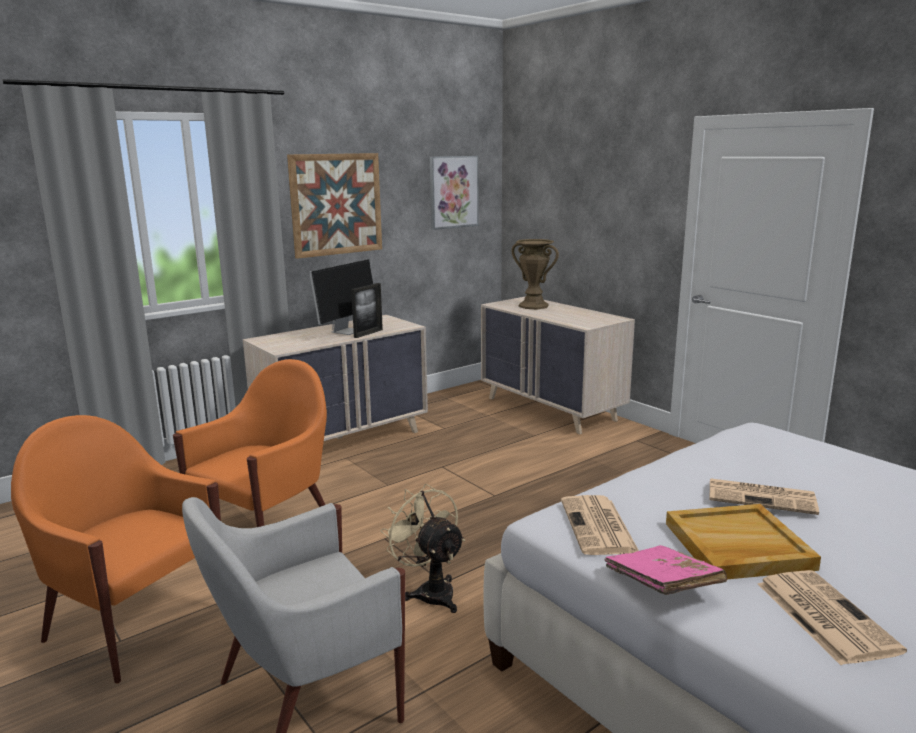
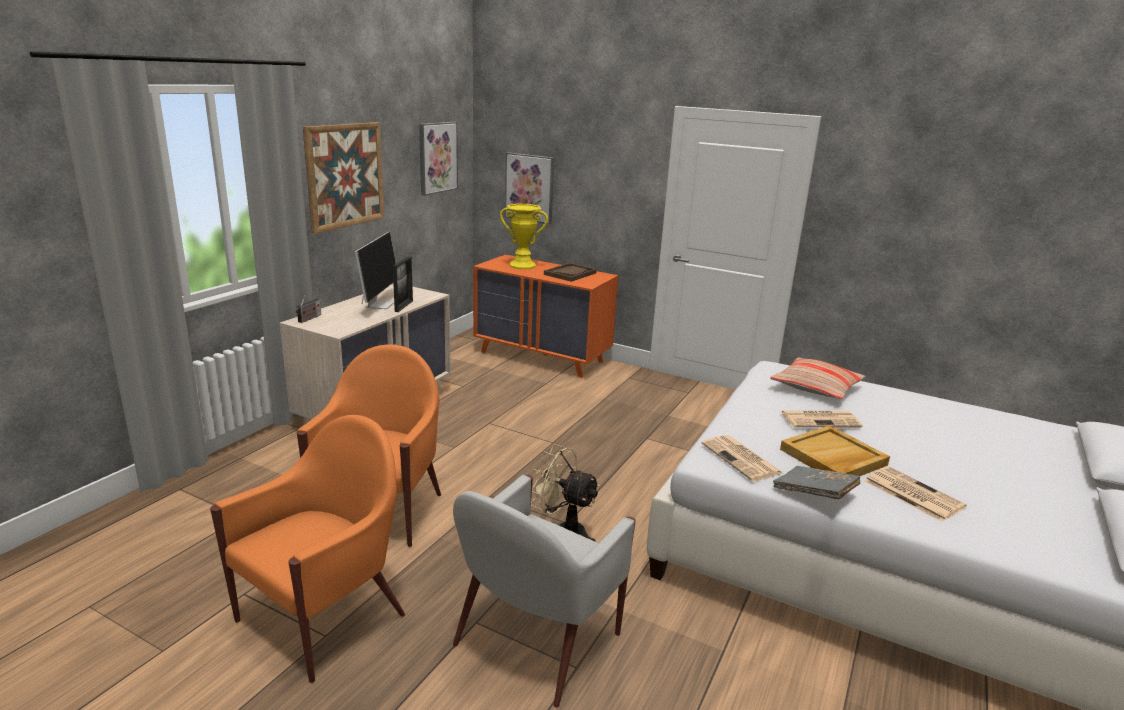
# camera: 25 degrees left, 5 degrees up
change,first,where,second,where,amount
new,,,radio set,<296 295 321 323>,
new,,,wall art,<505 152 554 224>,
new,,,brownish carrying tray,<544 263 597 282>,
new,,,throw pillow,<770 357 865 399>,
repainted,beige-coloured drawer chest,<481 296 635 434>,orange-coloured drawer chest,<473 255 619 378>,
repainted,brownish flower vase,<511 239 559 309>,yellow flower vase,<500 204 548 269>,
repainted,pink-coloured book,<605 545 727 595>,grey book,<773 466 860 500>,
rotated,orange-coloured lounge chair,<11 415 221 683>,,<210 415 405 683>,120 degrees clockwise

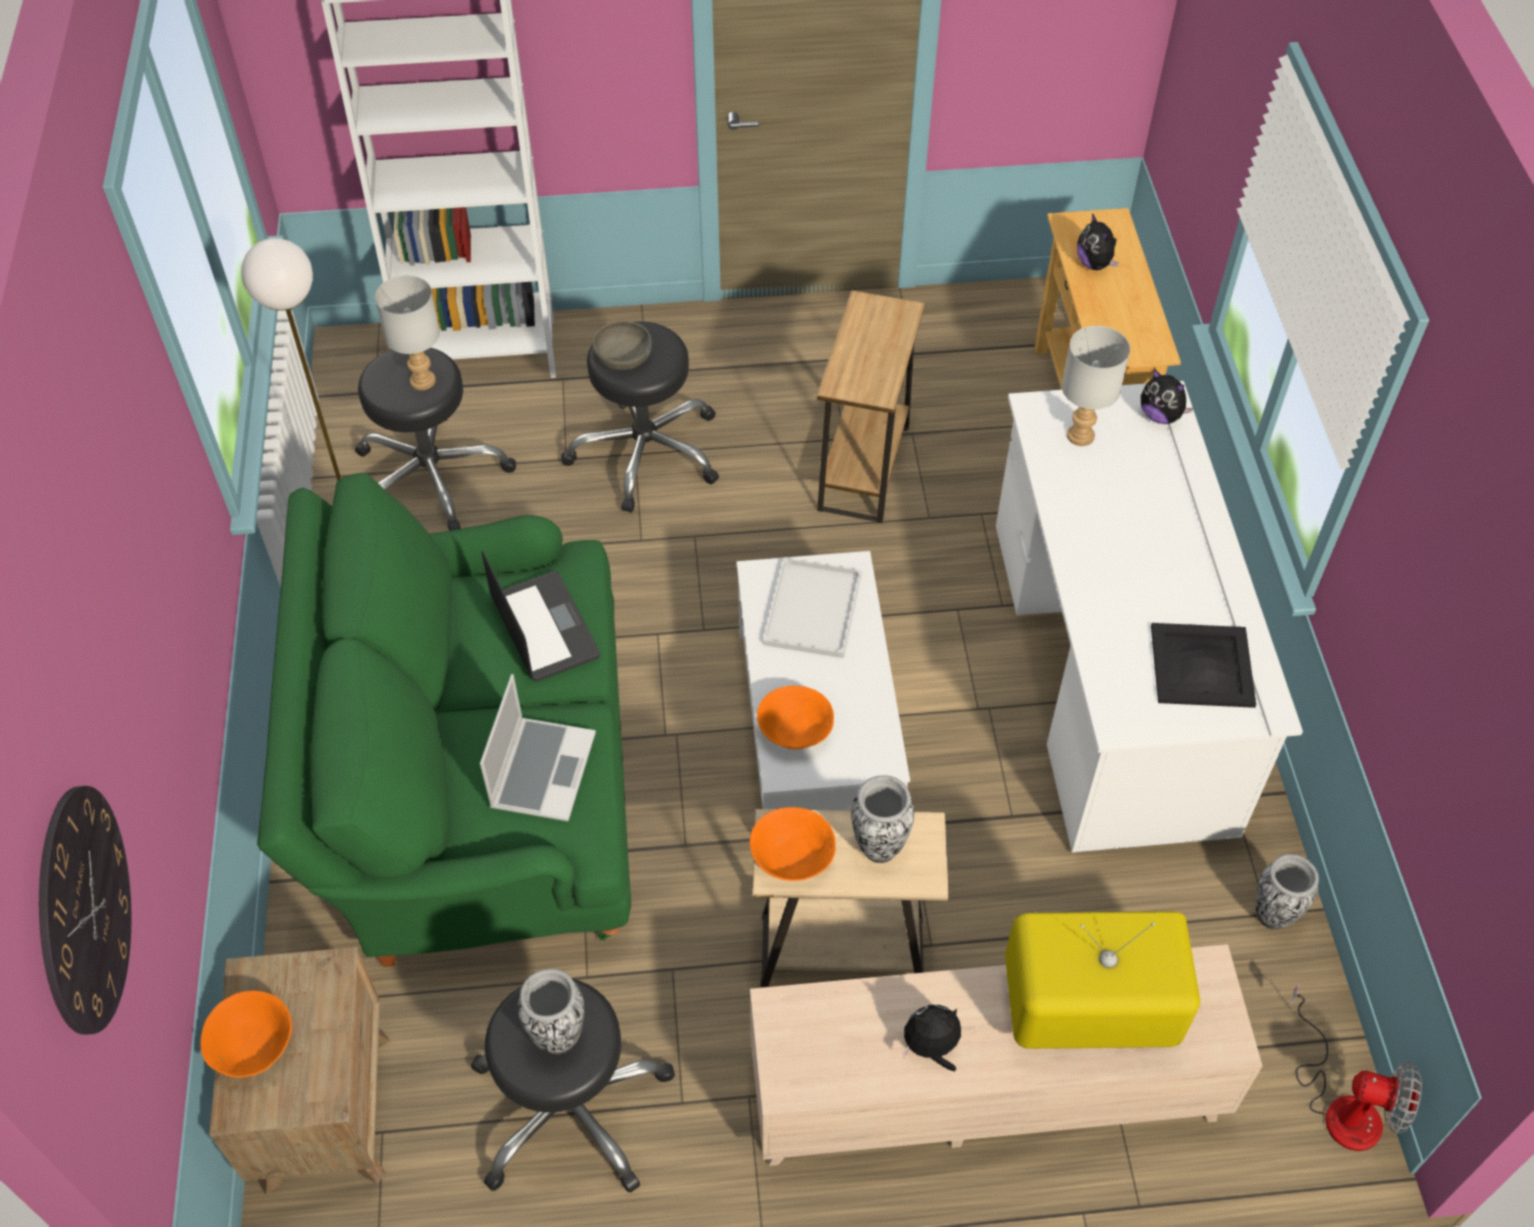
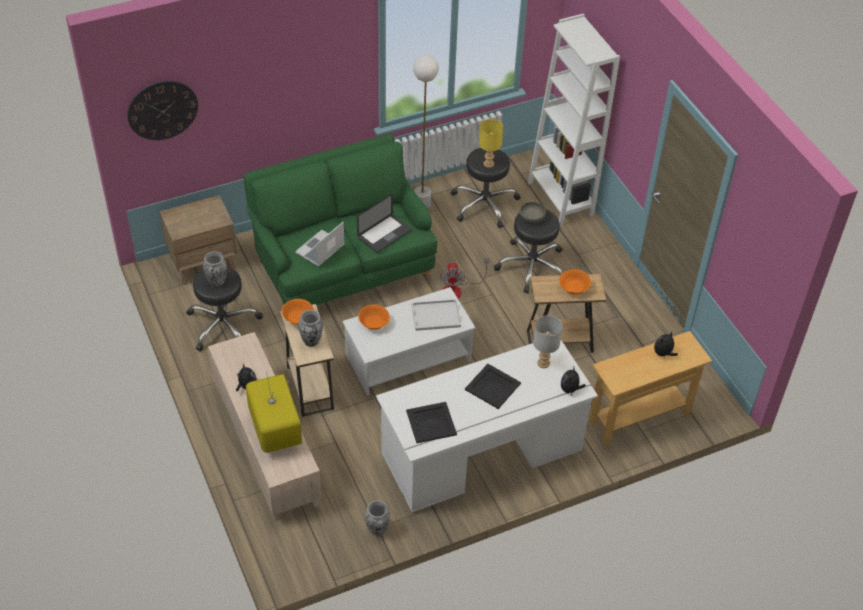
# camera: 70 degrees right, 5 degrees down
change,first,where,second,where,amount
new,,,black carrying tray,<465 364 521 409>,
shifted,orange-coloured deep dish,<200 990 292 1078>,,<559 269 591 294>,
shifted,cooling fan,<1291 983 1422 1151>,,<440 258 489 298>,
repainted,grey lamp for a table,<375 275 440 390>,yellow lamp for a table,<479 119 503 168>,
rotated,notebook computer,<480 674 596 821>,,<295 222 345 267>,135 degrees clockwise

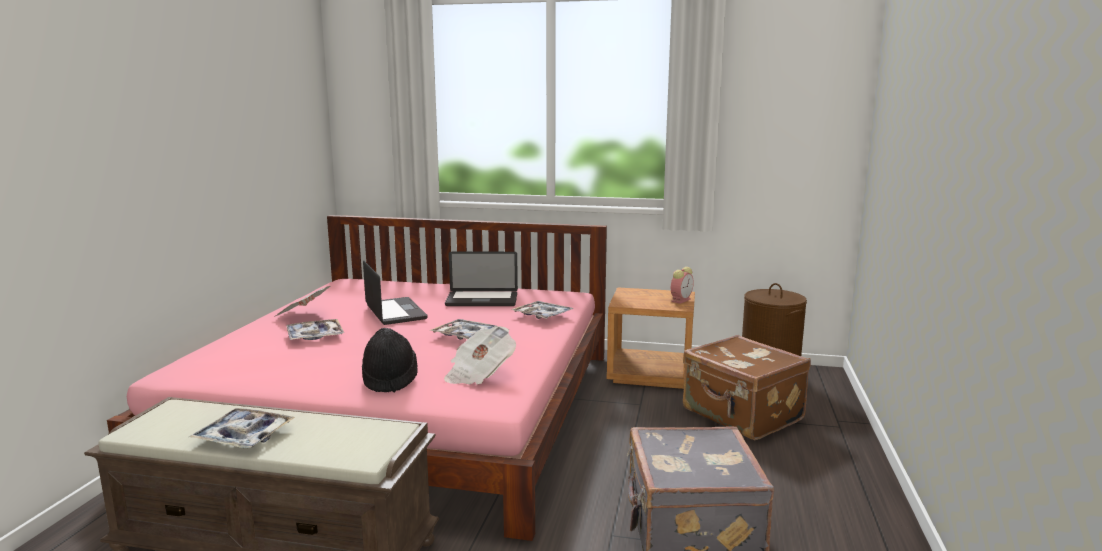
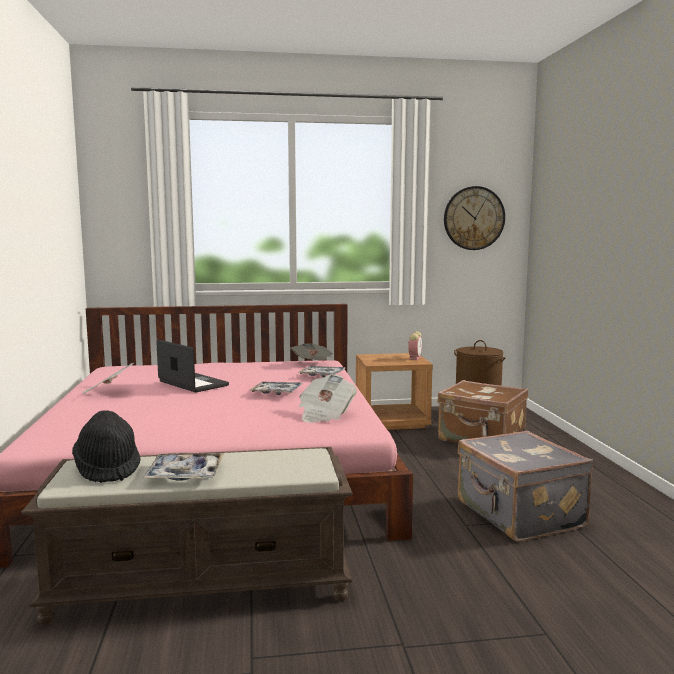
# camera: 20 degrees left, 5 degrees down
change,first,where,second,where,amount
gone,carrying tray,<286 319 344 340>,,,
gone,notebook computer,<445 252 518 306>,,,
new,,,newspaper,<290 344 333 360>,
new,,,wall clock,<444 186 505 250>,
shifted,black wearable hat,<362 328 418 393>,,<72 410 141 483>,

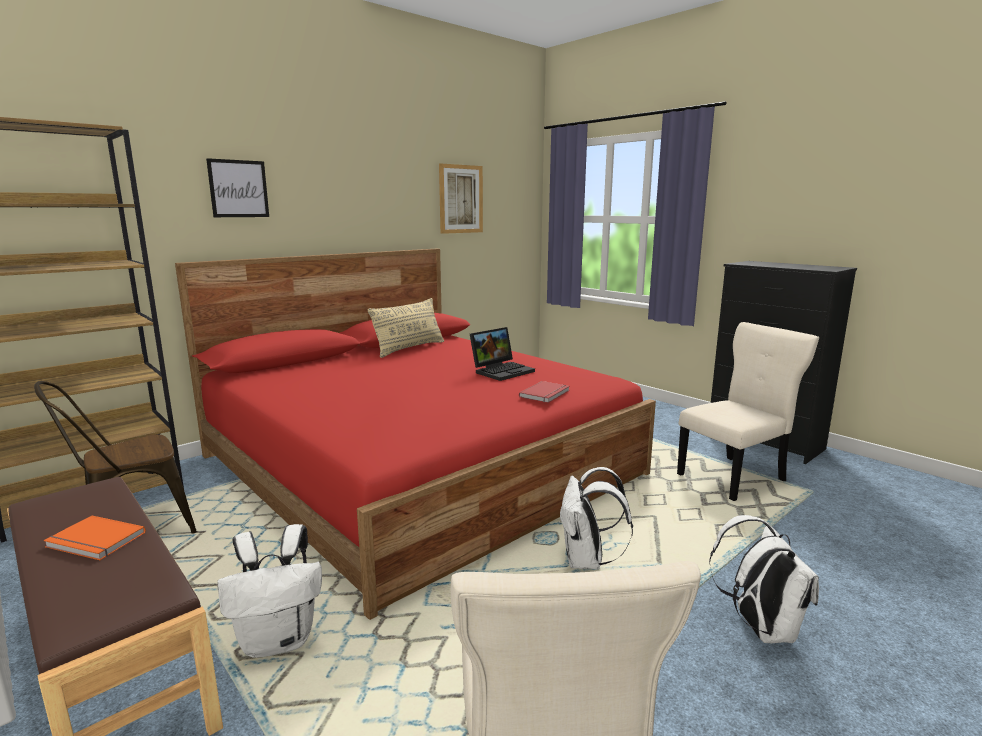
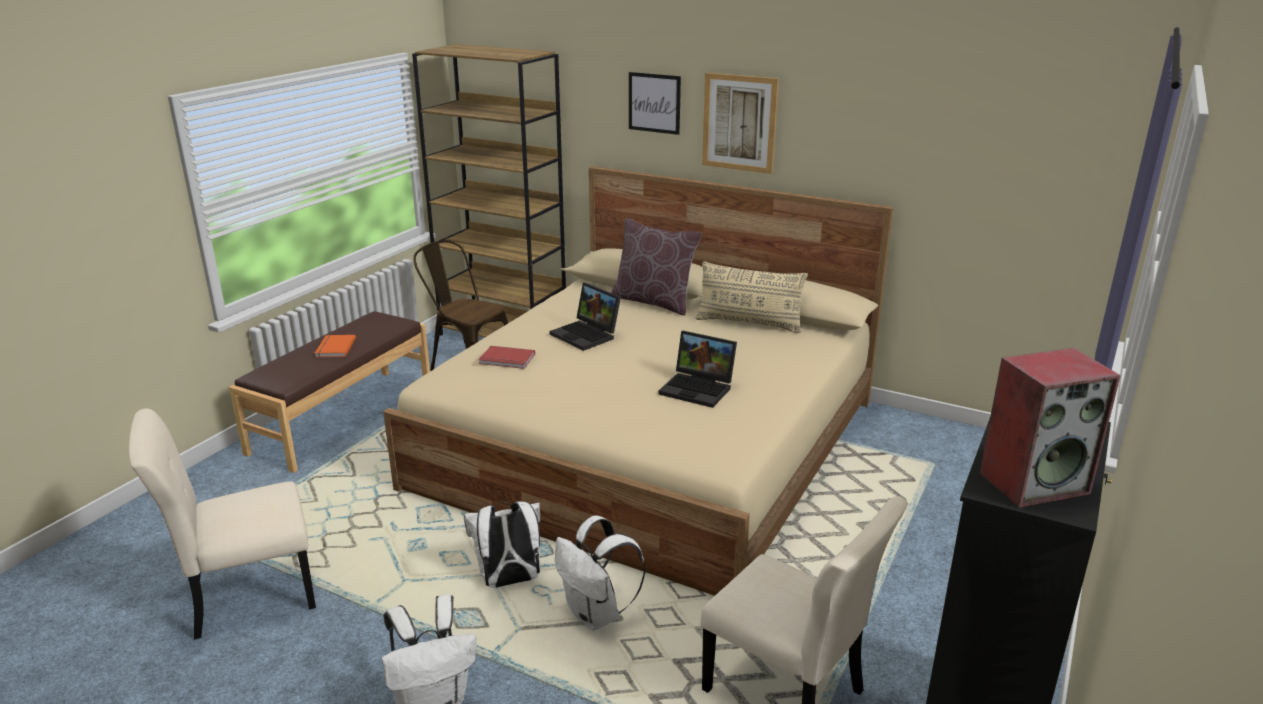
# camera: 70 degrees right, 10 degrees up
change,first,where,second,where,amount
new,,,notebook computer,<550 283 621 351>,
new,,,brownish throw pillow,<611 218 702 316>,
new,,,audio speaker,<980 348 1121 508>,
shifted,white-coloured backpack,<217 524 322 658>,,<555 515 645 630>,
shifted,wall art,<439 163 483 234>,,<702 73 779 174>,
shifted,reddish book,<519 381 570 403>,,<479 346 535 369>,
repainted,reddish bedroom bed,<175 249 656 620>,beige-coloured bedroom bed,<383 166 894 596>,

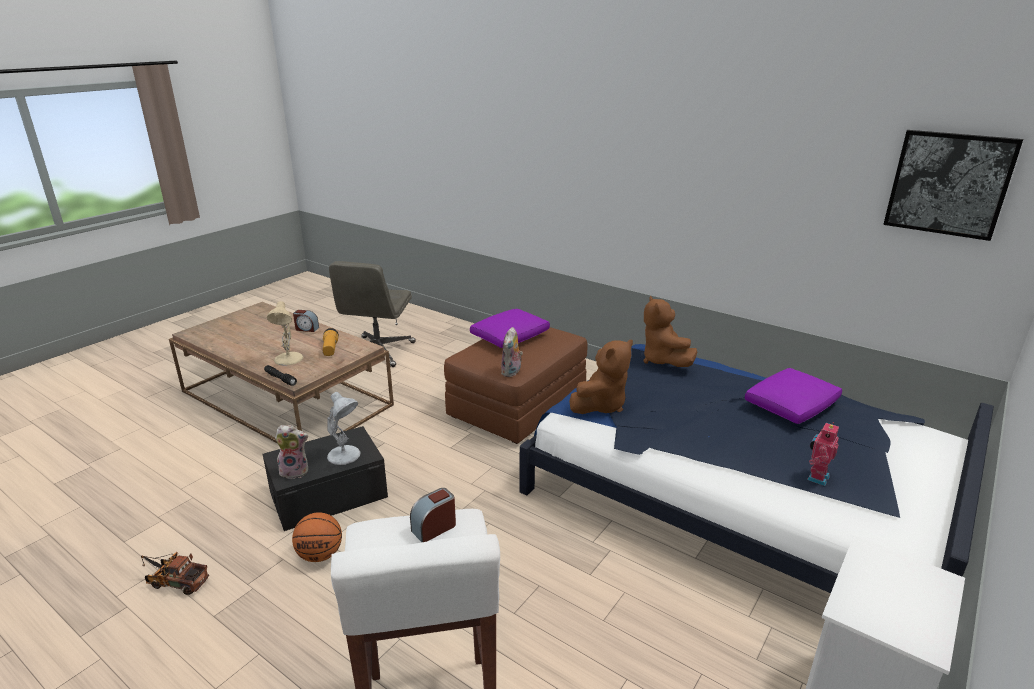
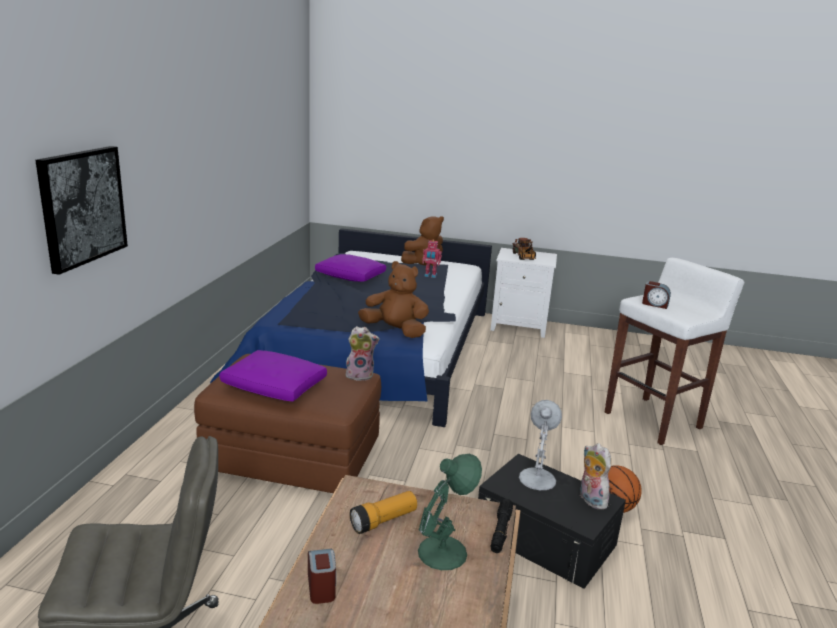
# camera: 115 degrees left, 5 degrees down
change,first,where,second,where,amount
shifted,toy lorry,<141 552 209 595>,,<512 238 536 260>,
shifted,brownish cuddly toy,<643 295 697 367>,,<401 216 444 266>,
shifted,wall art,<883 130 1023 241>,,<35 146 128 275>,
repainted,beige-coloured lamp for a table,<267 301 303 366>,green-coloured lamp for a table,<418 454 482 570>,

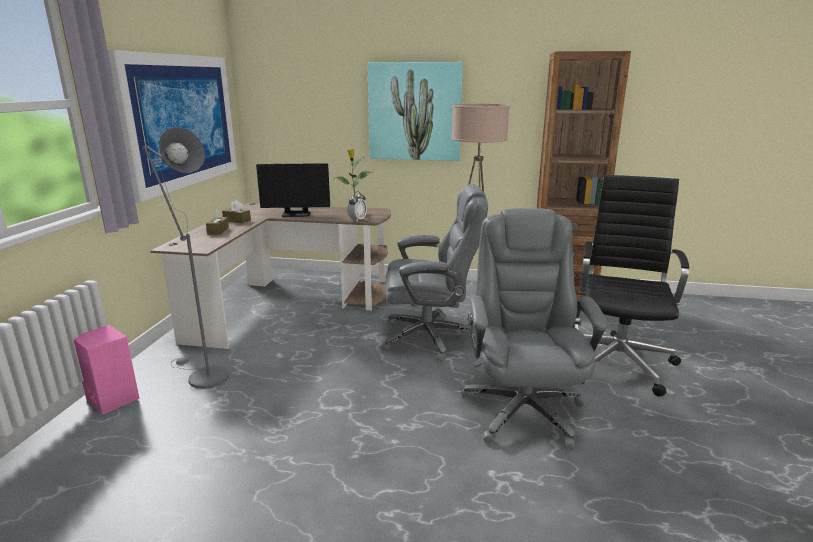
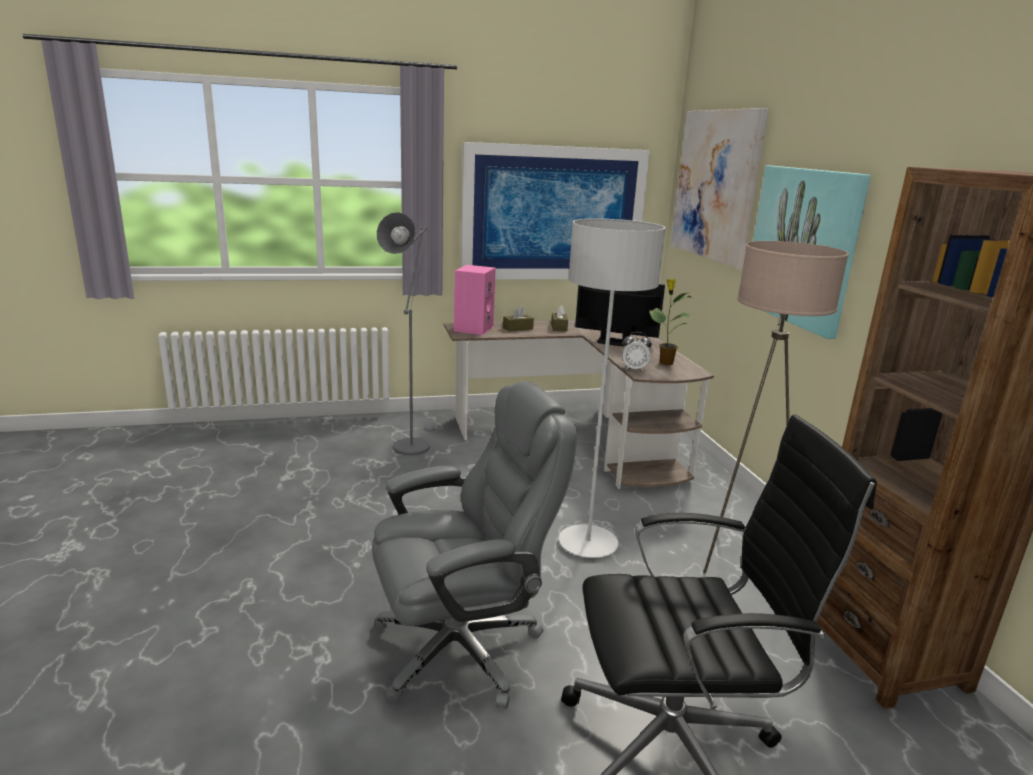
# camera: 65 degrees right, 0 degrees up
change,first,where,second,where,amount
new,,,wall art,<671 108 768 269>,
shifted,pink-coloured audio speaker,<74 325 140 415>,,<454 265 496 335>,
swapped,grey desk chair,<381 184 488 362>,grey standard lamp,<559 219 666 558>,
rotated,computer display,<256 163 330 217>,,<575 284 665 347>,135 degrees clockwise

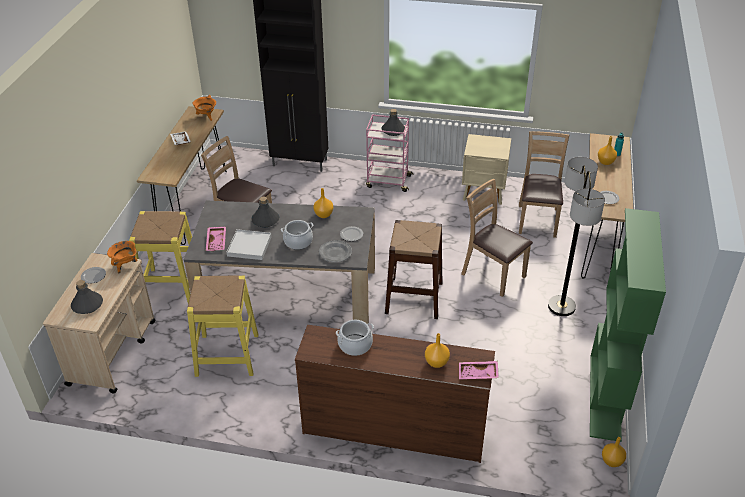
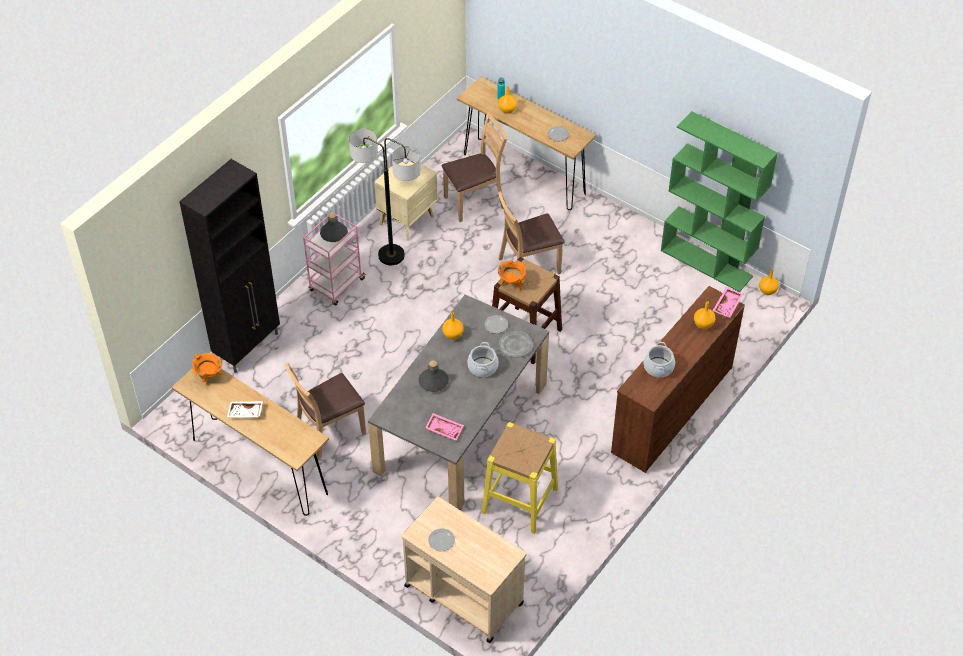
# camera: 65 degrees left, 10 degrees up
change,first,where,second,where,amount
gone,grey bottle,<71 280 103 314>,,,
gone,yellow sitting stool,<129 211 201 303>,,,
gone,white-coloured carrying tray,<226 229 272 260>,,,
shifted,orange-coloured cooking pot,<107 241 137 273>,,<498 261 526 291>,
shifted,standard lamp,<548 157 605 316>,,<349 129 421 265>,
rotated,brownish upright chair,<519 131 569 238>,,<442 113 507 222>,120 degrees clockwise

